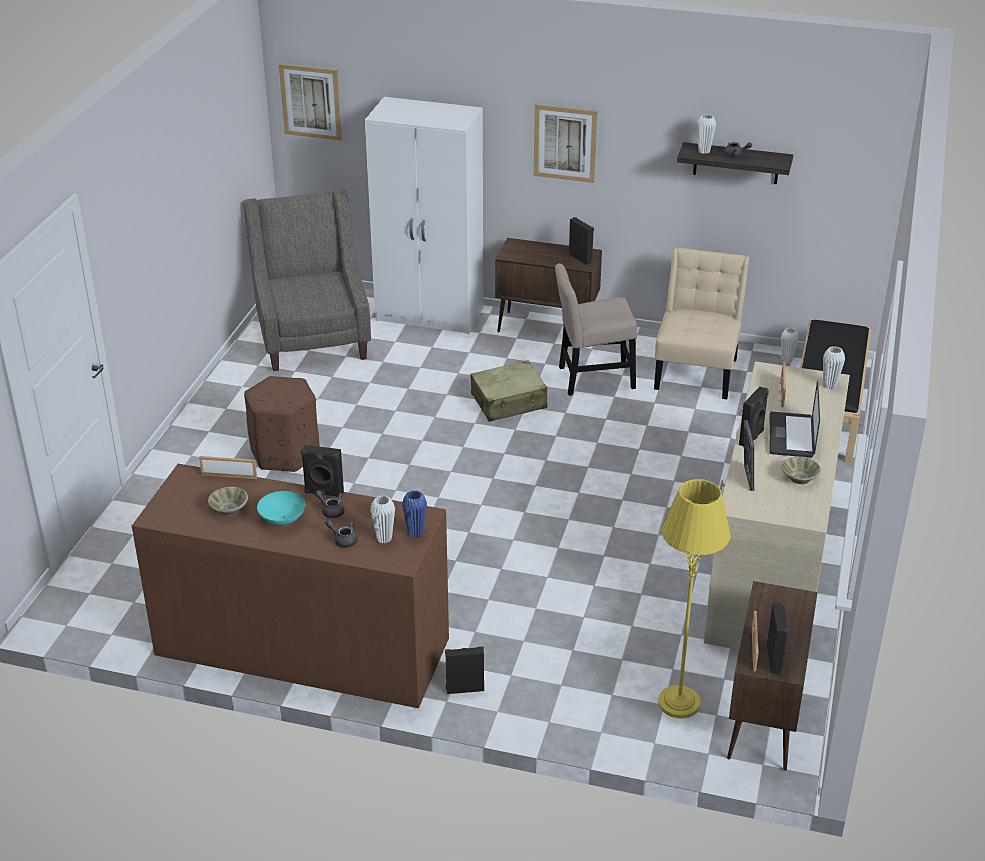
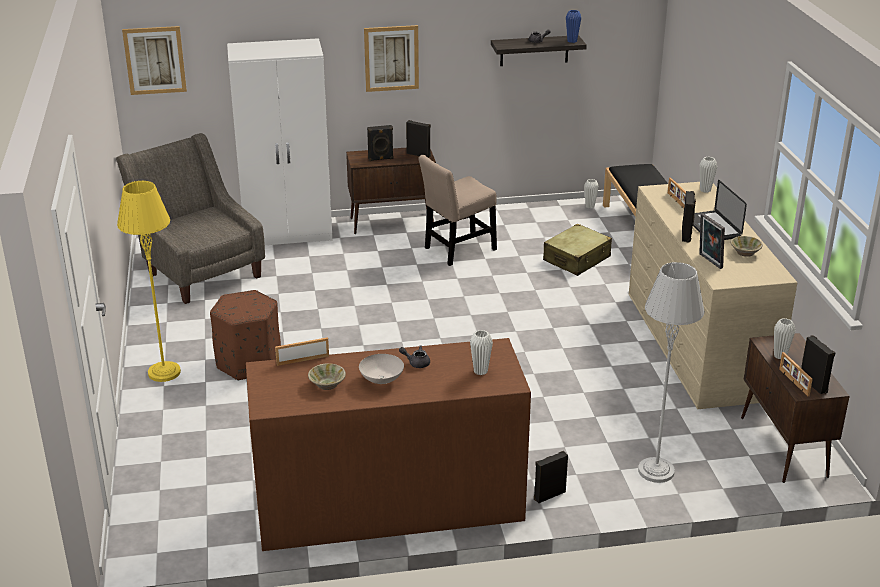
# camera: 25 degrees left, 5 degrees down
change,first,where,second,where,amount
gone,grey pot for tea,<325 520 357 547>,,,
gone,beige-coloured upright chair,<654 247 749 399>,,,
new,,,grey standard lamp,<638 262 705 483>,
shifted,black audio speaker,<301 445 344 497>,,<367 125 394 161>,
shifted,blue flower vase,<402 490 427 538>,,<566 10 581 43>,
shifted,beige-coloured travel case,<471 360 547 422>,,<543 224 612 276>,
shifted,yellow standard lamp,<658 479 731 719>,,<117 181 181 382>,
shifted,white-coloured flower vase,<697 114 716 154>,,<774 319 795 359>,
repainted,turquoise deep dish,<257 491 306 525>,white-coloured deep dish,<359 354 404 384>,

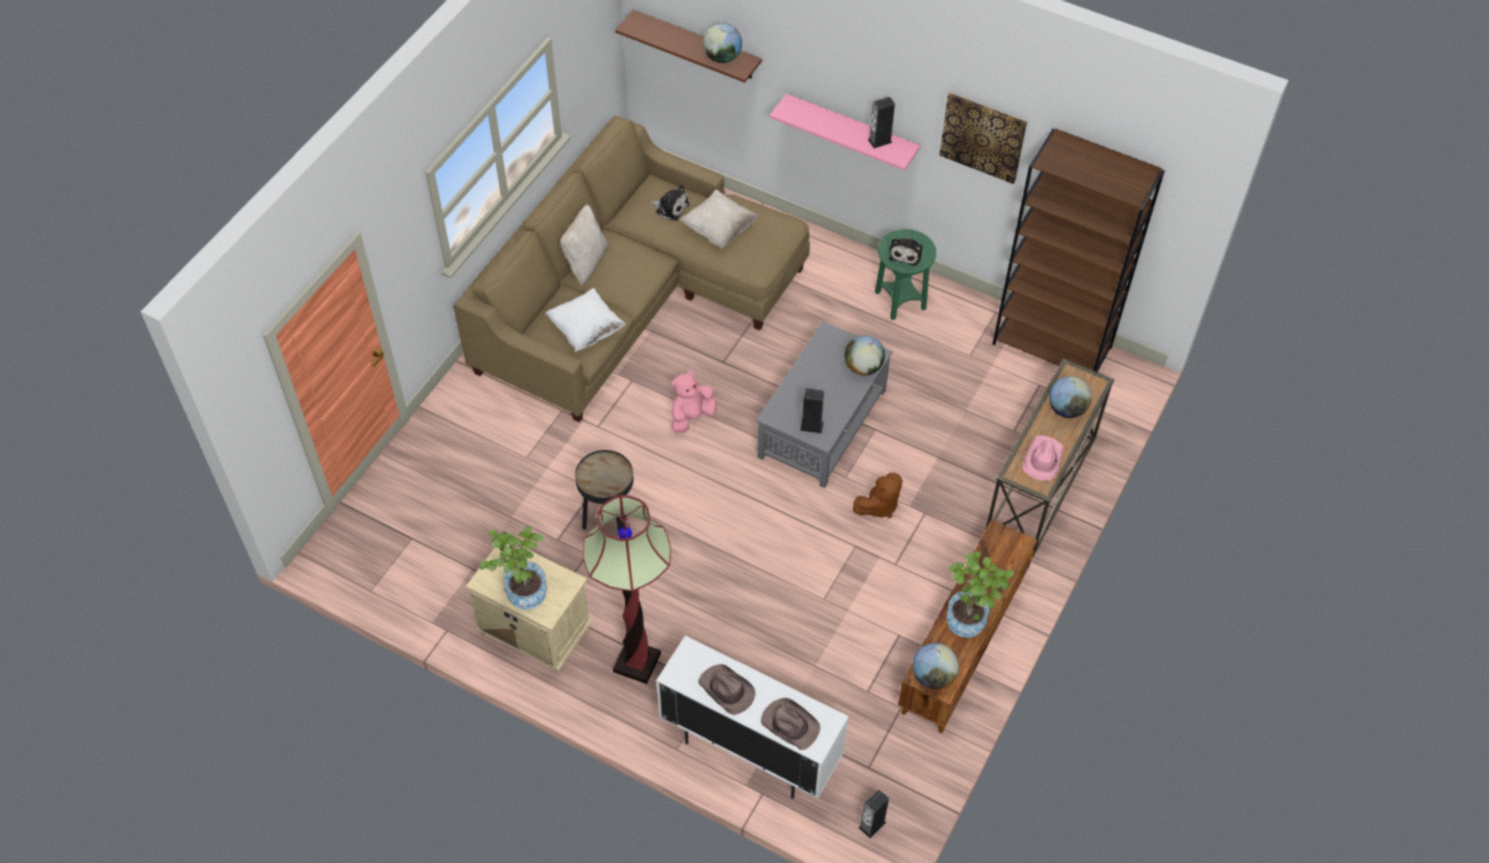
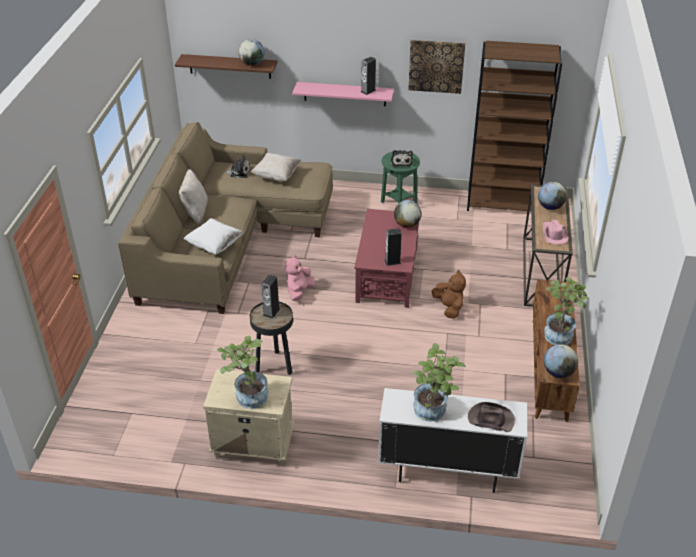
# camera: 20 degrees left, 15 degrees down
change,first,where,second,where,amount
gone,standard lamp,<583 495 671 684>,,,
shifted,audio speaker,<858 789 889 838>,,<261 274 280 319>,
swapped,brownish wearable hat,<698 664 756 715>,potted plant,<412 343 466 422>,
repainted,grey coffee table,<756 322 893 488>,reddish coffee table,<354 209 419 308>,
rotated,brownish cuddly toy,<853 472 903 518>,,<432 270 466 319>,60 degrees counterclockwise

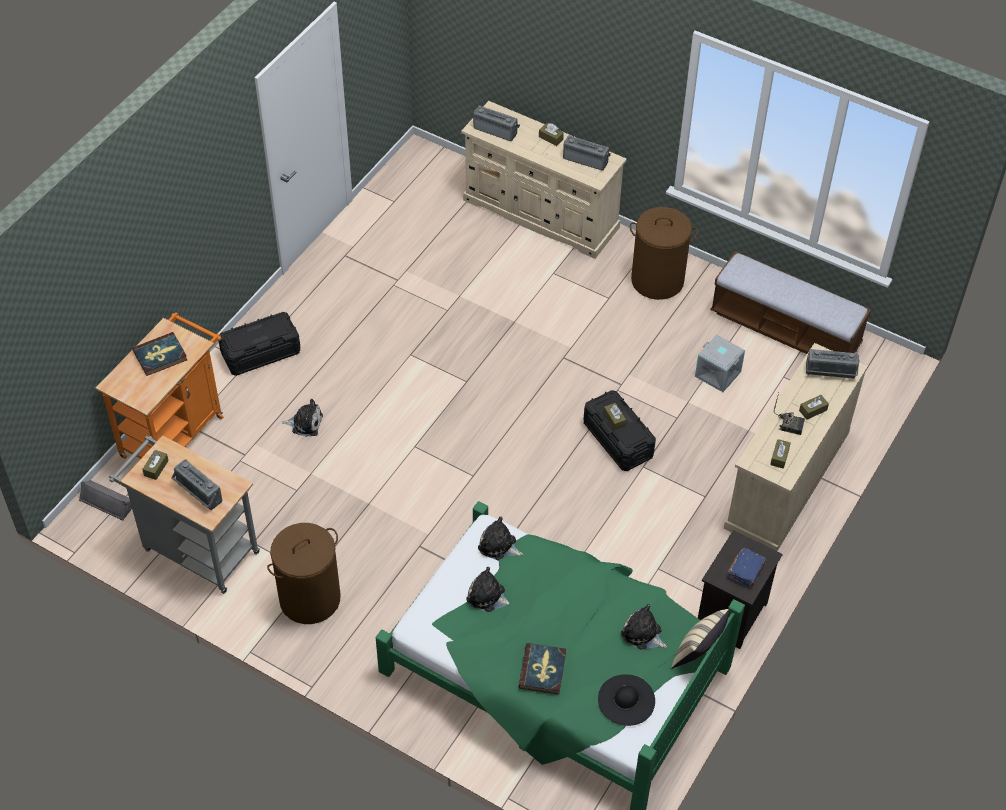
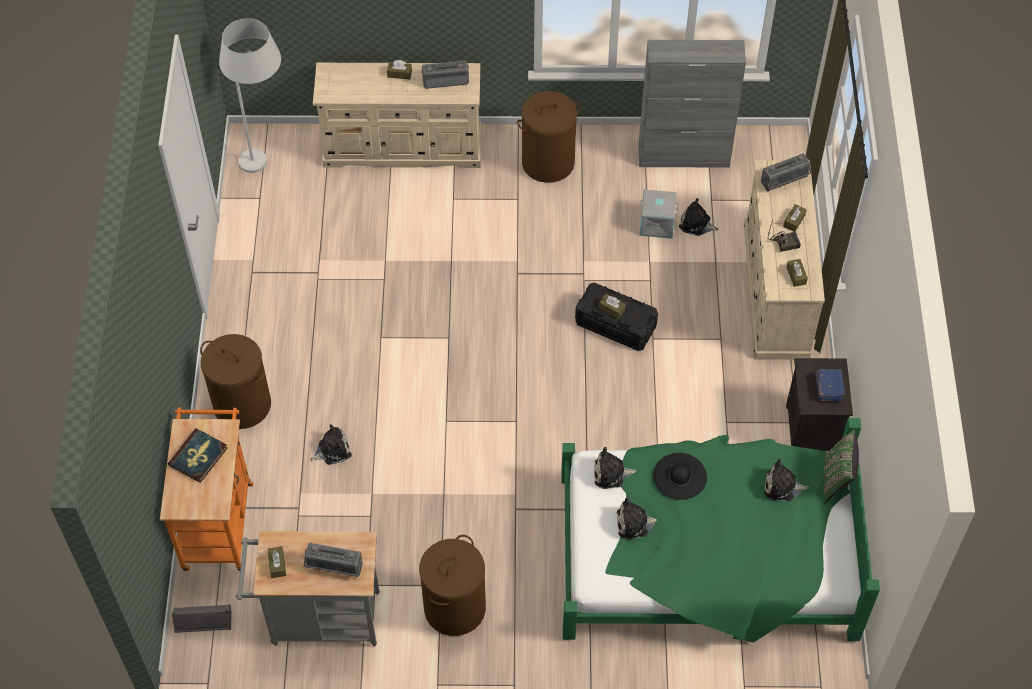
# camera: 30 degrees left, 5 degrees up
change,first,where,second,where,amount
gone,radio set,<473 105 520 141>,,,
gone,book,<519 643 566 694>,,,
new,,,white-coloured standard lamp,<219 18 281 173>,
new,,,cuddly toy,<679 198 719 236>,
shifted,black wearable hat,<598 674 655 726>,,<653 453 707 500>,
swapped,black storage container,<218 312 300 376>,brownish washing basket,<200 334 271 429>,
swapped,bench,<710 251 871 354>,grey cabinet,<638 40 746 168>,
repainted,beige-coloured throw pillow,<671 609 729 669>,green-coloured throw pillow,<824 429 859 503>,

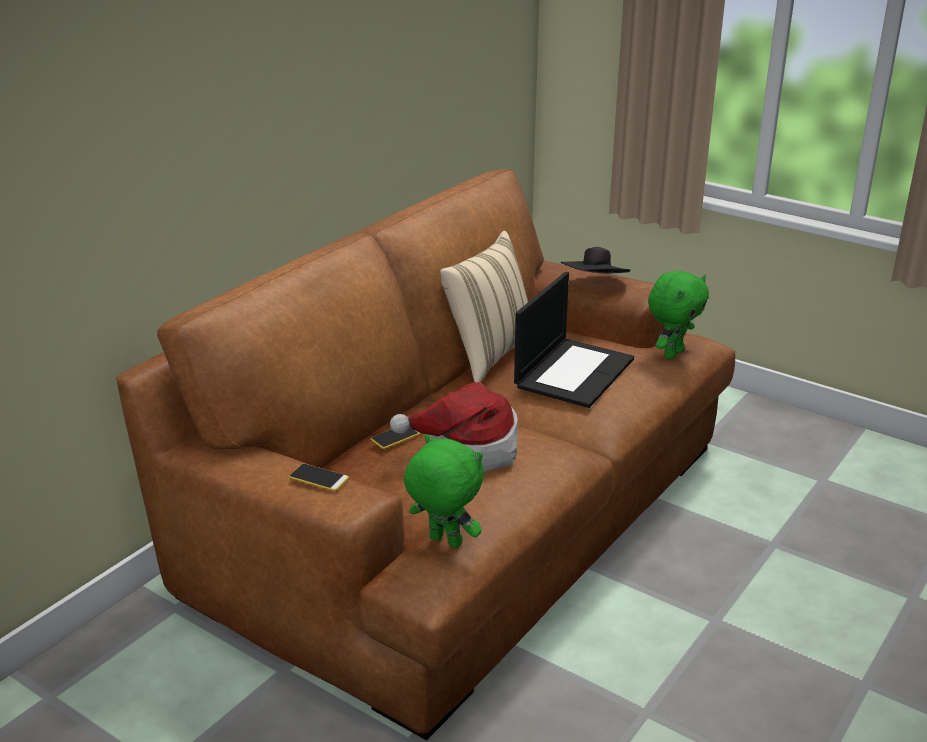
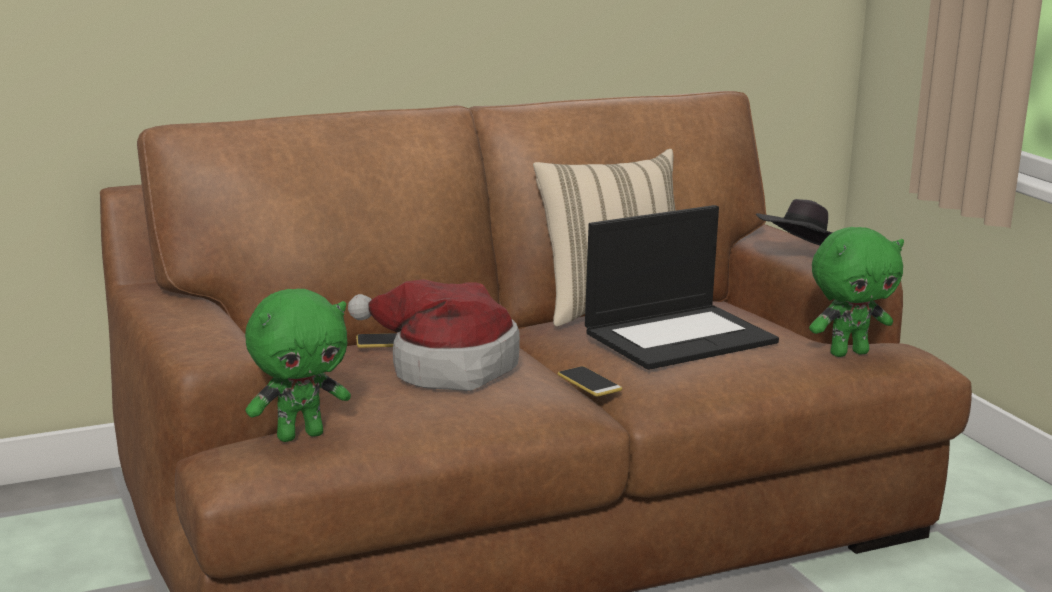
# camera: 30 degrees right, 10 degrees down
change,first,where,second,where,amount
shifted,handset,<289 463 349 492>,,<558 366 622 396>,
rotated,green-coloured cuddly toy,<404 434 484 548>,,<245 289 351 442>,90 degrees clockwise

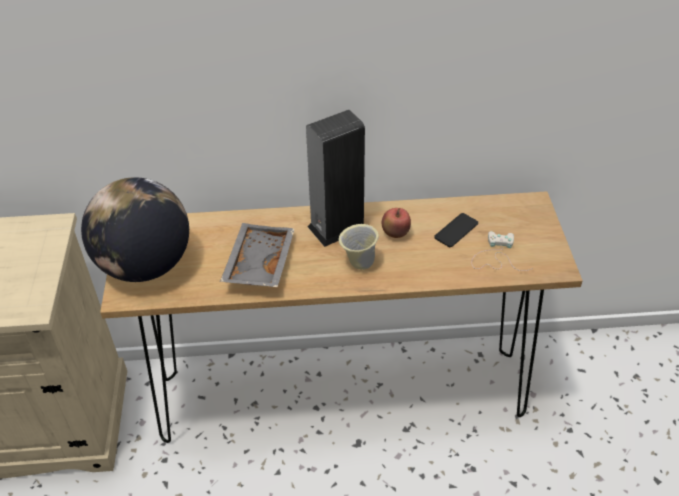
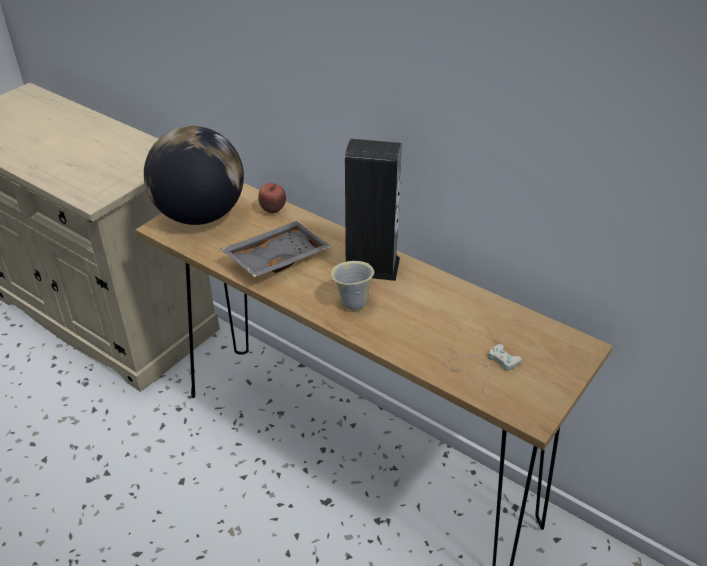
# camera: 40 degrees right, 5 degrees down
change,first,where,second,where,amount
gone,handset,<434 213 478 247>,,,
shifted,whole apple,<381 208 411 238>,,<258 183 286 213>,

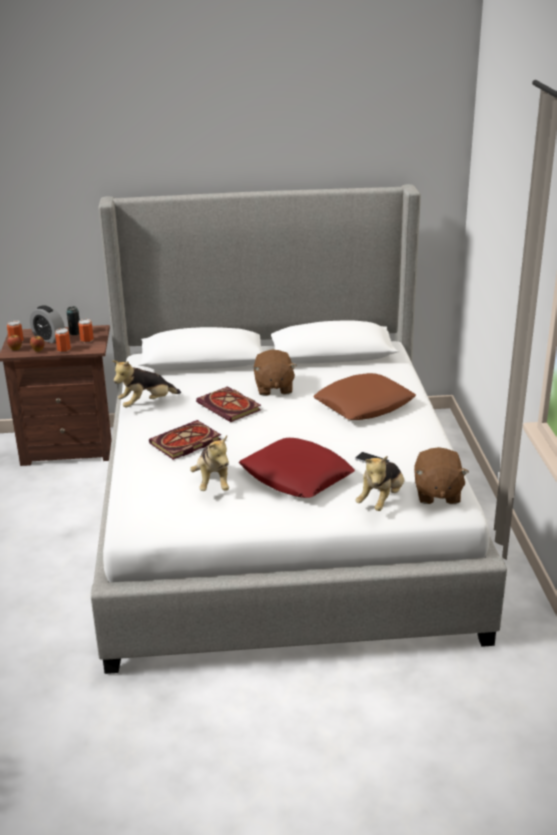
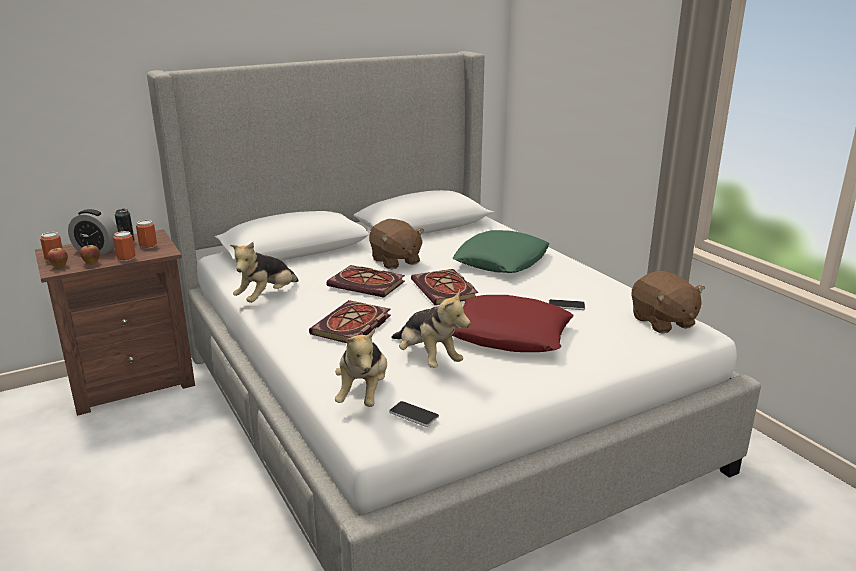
# camera: 25 degrees left, 5 degrees down
change,first,where,second,where,amount
new,,,handset,<389 401 439 427>,
new,,,book,<411 269 478 305>,
shifted,cuddly toy,<355 455 404 511>,,<335 328 387 407>,
repainted,brownish throw pillow,<314 373 416 420>,green-coloured throw pillow,<453 230 549 273>,

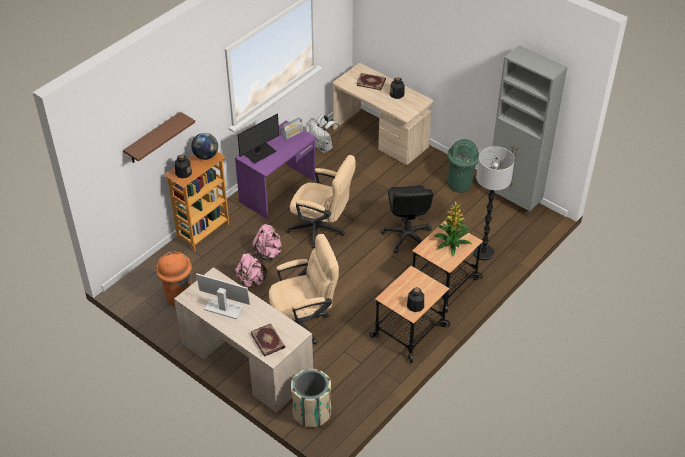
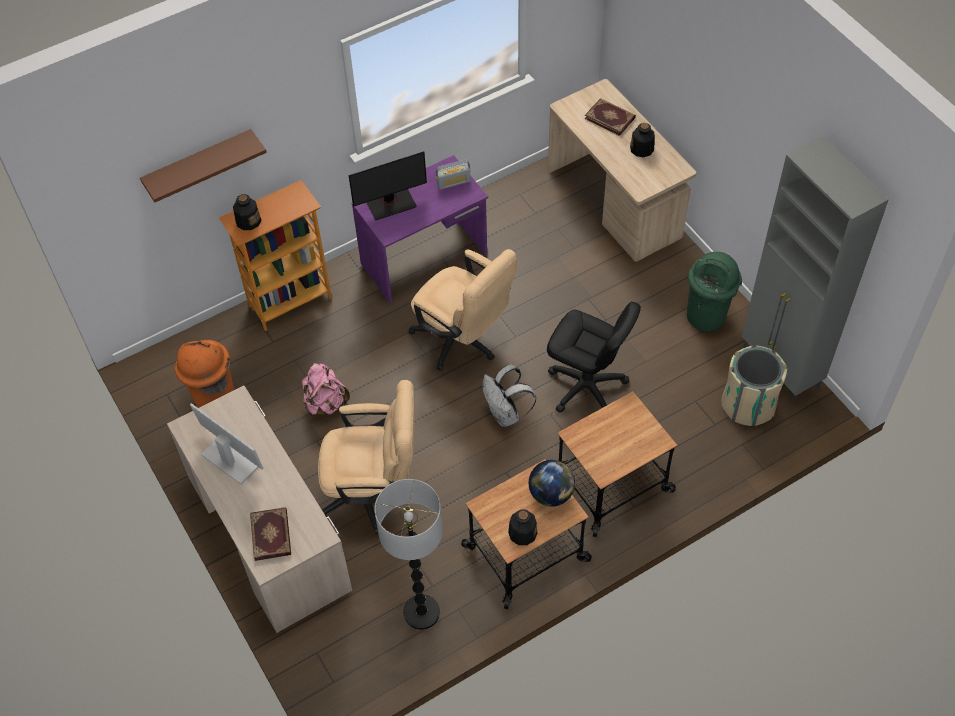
# camera: 20 degrees right, 10 degrees up
change,first,where,second,where,amount
gone,pink-coloured backpack,<252 224 282 262>,,,
gone,potted plant,<434 201 472 256>,,,
shifted,world globe,<191 133 218 160>,,<529 460 575 507>,
shifted,beige-coloured trash can,<291 369 331 428>,,<721 345 787 426>,
shifted,white-coloured backpack,<309 114 341 153>,,<483 364 536 427>,
shifted,standard lamp,<473 146 515 261>,,<374 479 443 630>,
rotated,black desk chair,<381 185 433 253>,,<547 302 641 413>,75 degrees counterclockwise

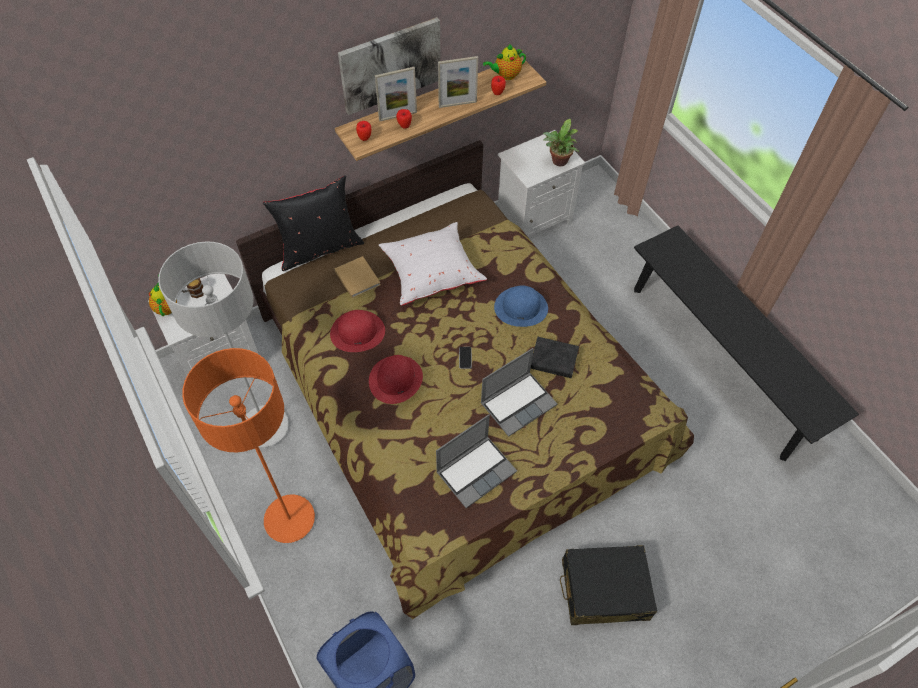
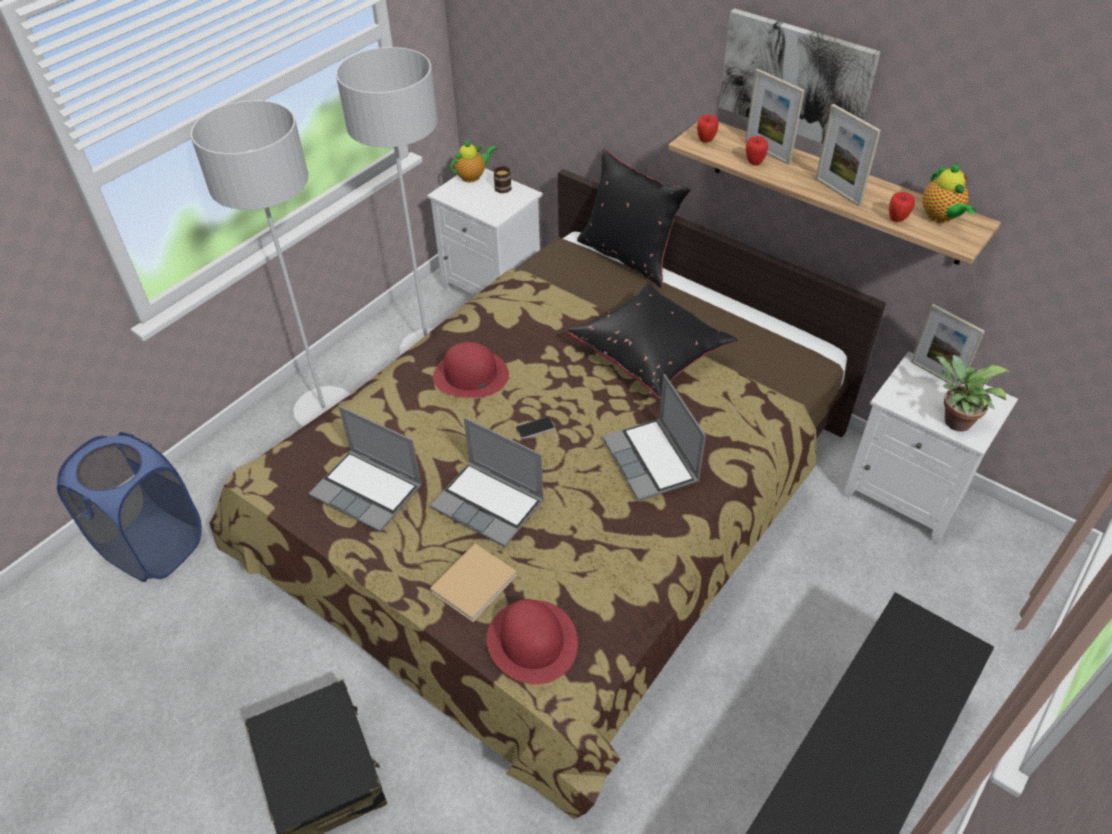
# camera: 70 degrees right, 10 degrees down
change,first,where,second,where,amount
gone,black book,<531 337 579 378>,,,
new,,,standing frame,<911 304 985 386>,
shifted,reddish wearable hat,<330 310 385 352>,,<486 599 578 685>,
shifted,beige-coloured book,<334 256 380 298>,,<430 544 517 622>,
swapped,blue wearable hat,<494 286 548 327>,notebook computer,<602 374 706 501>,
repainted,orange-coloured standard lamp,<182 348 315 543>,grey standard lamp,<190 100 350 426>,
repainted,white-coloured throw pillow,<379 222 487 306>,black throw pillow,<567 283 737 398>,
rotated,pot for tea,<483 44 526 80>,,<922 163 976 223>,150 degrees counterclockwise

